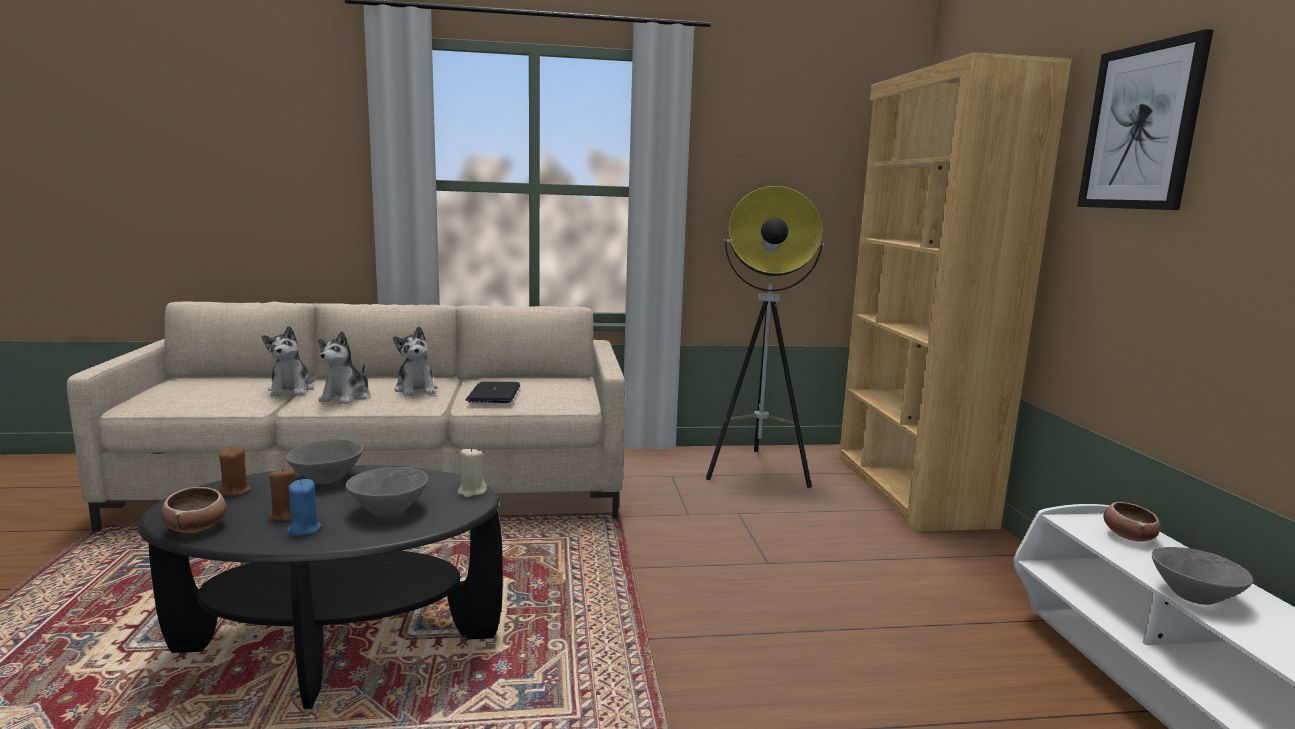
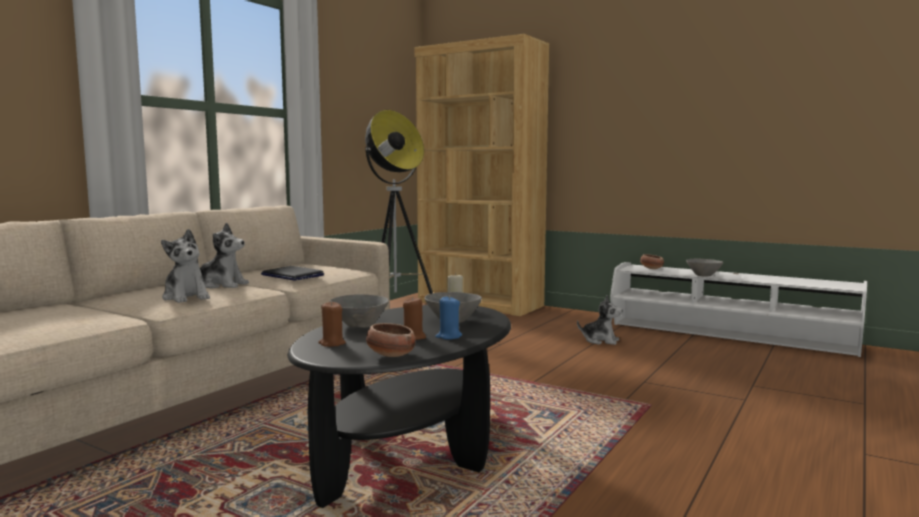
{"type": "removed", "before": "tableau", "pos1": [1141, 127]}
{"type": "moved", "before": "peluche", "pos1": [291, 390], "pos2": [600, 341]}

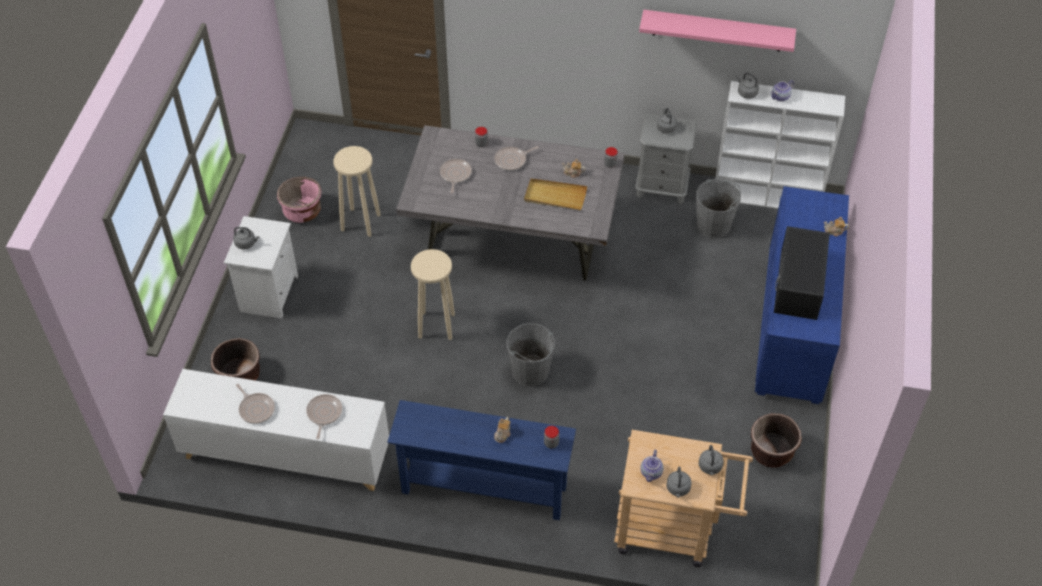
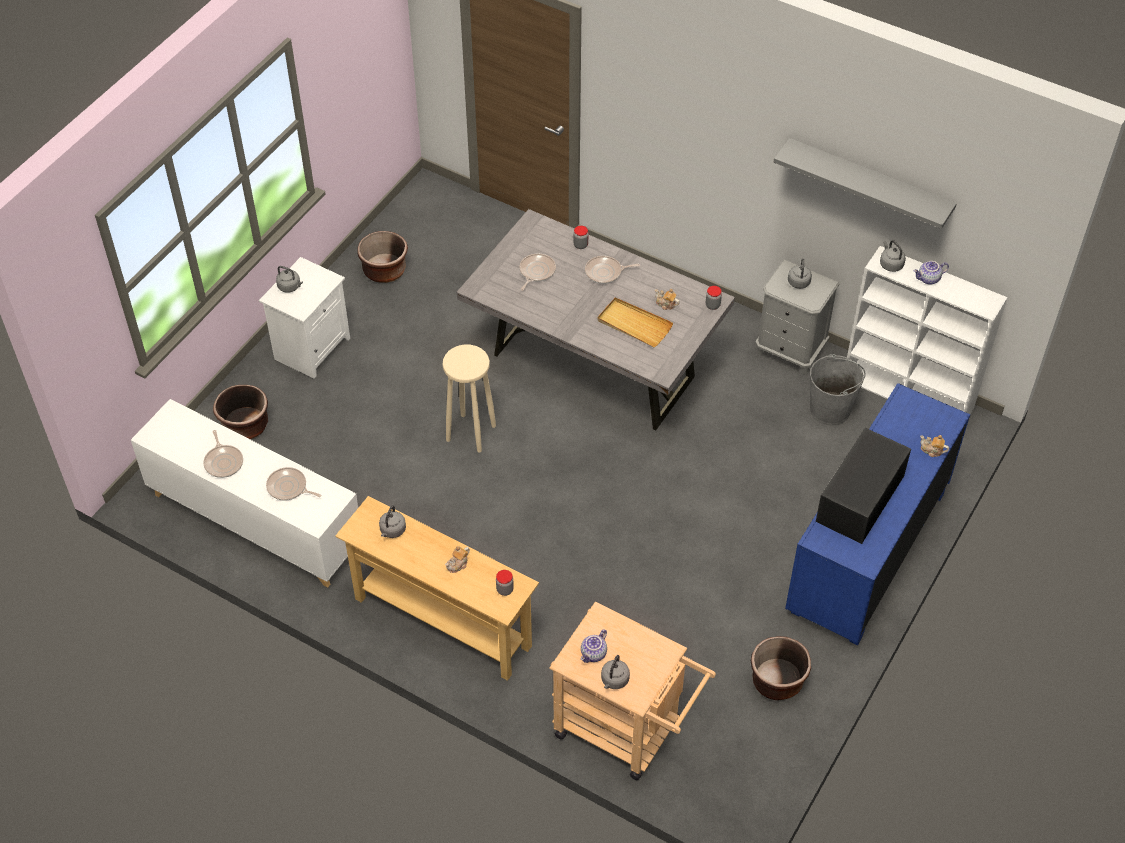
{"type": "removed", "before": "tabouret (beige)", "pos1": [361, 222]}
{"type": "removed", "before": "seau (gris)", "pos1": [530, 371]}
{"type": "moved", "before": "bouilloire (gris)", "pos1": [710, 467], "pos2": [392, 531]}
{"type": "recoloured", "before": "cache-pot (rose)", "after": "cache-pot (marron)", "pos1": [302, 211], "pos2": [384, 271]}
{"type": "recoloured", "before": "table console (bleu)", "after": "table console (beige)", "pos1": [484, 490], "pos2": [442, 623]}
{"type": "recoloured", "before": "étagère (rose)", "after": "étagère (gris)", "pos1": [717, 30], "pos2": [869, 183]}
{"type": "turned", "before": "poêle", "pos1": [324, 414], "pos2": [289, 487], "turn": -90}

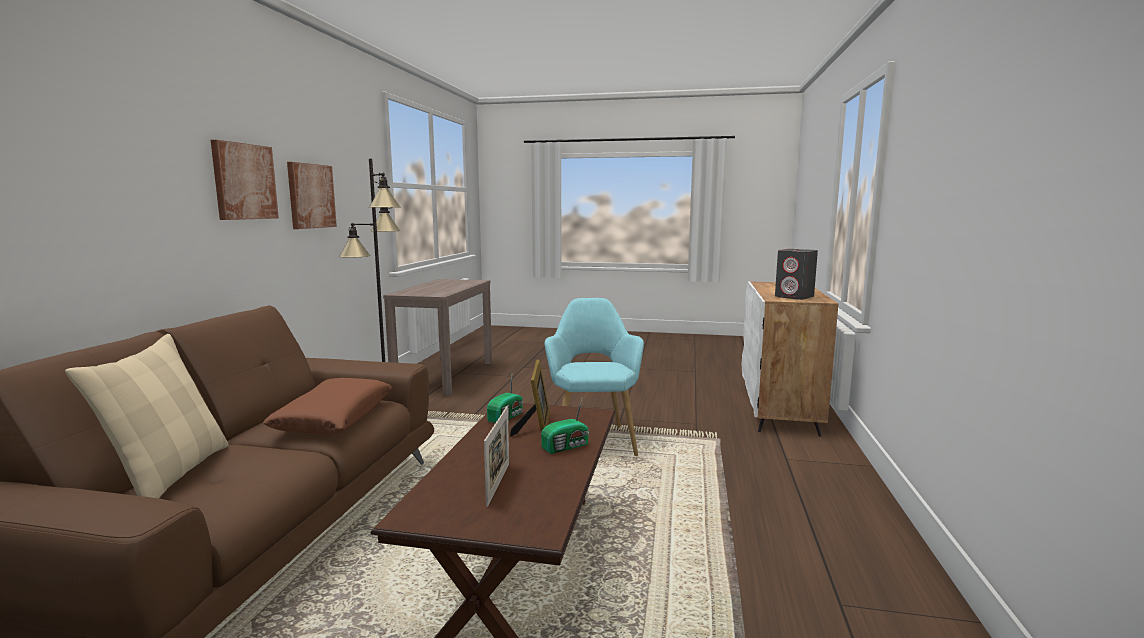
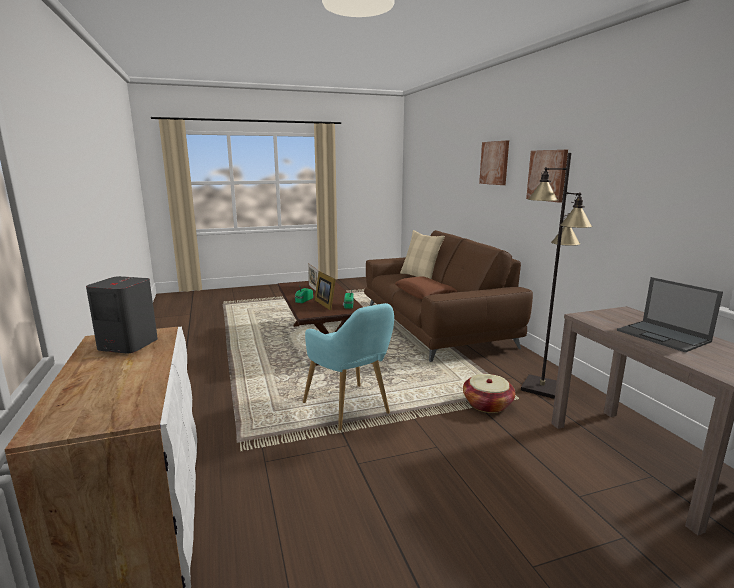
{"type": "added", "after": "panier", "pos2": [487, 404]}
{"type": "added", "after": "ordinateur portable", "pos2": [664, 336]}
{"type": "moved", "before": "tableau", "pos1": [310, 196], "pos2": [495, 163]}

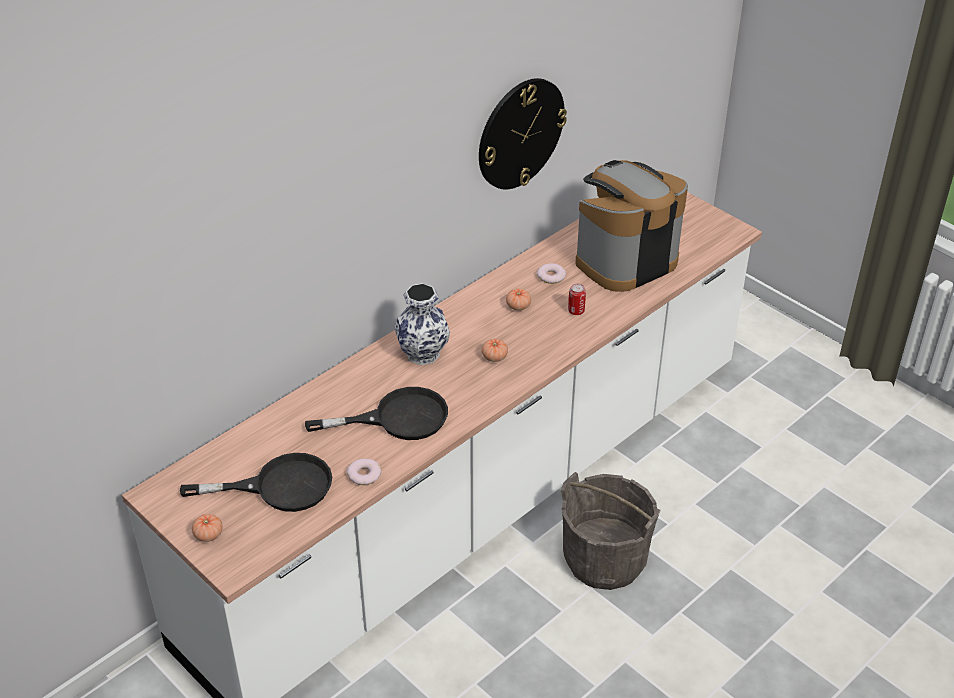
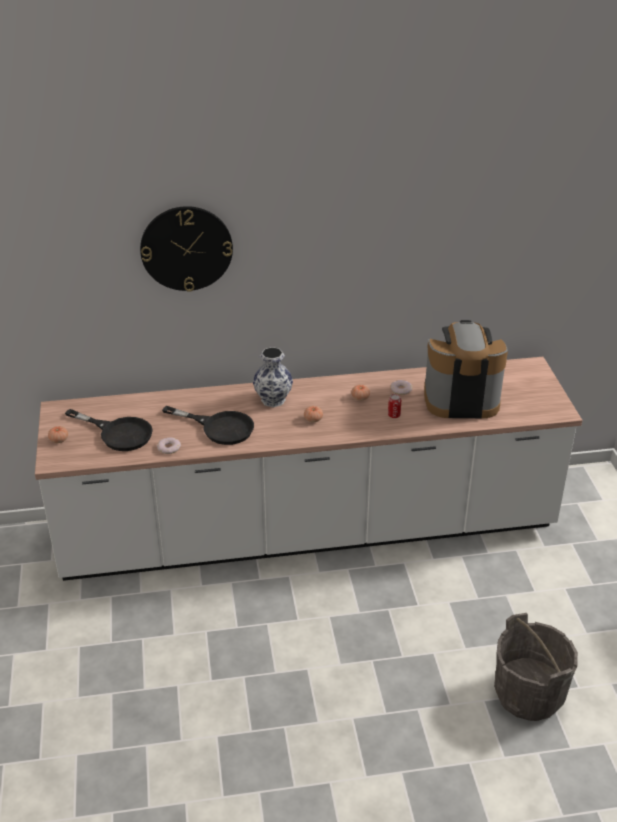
{"type": "moved", "before": "horloge murale", "pos1": [520, 133], "pos2": [186, 248]}
{"type": "moved", "before": "seau (gris)", "pos1": [605, 559], "pos2": [529, 694]}

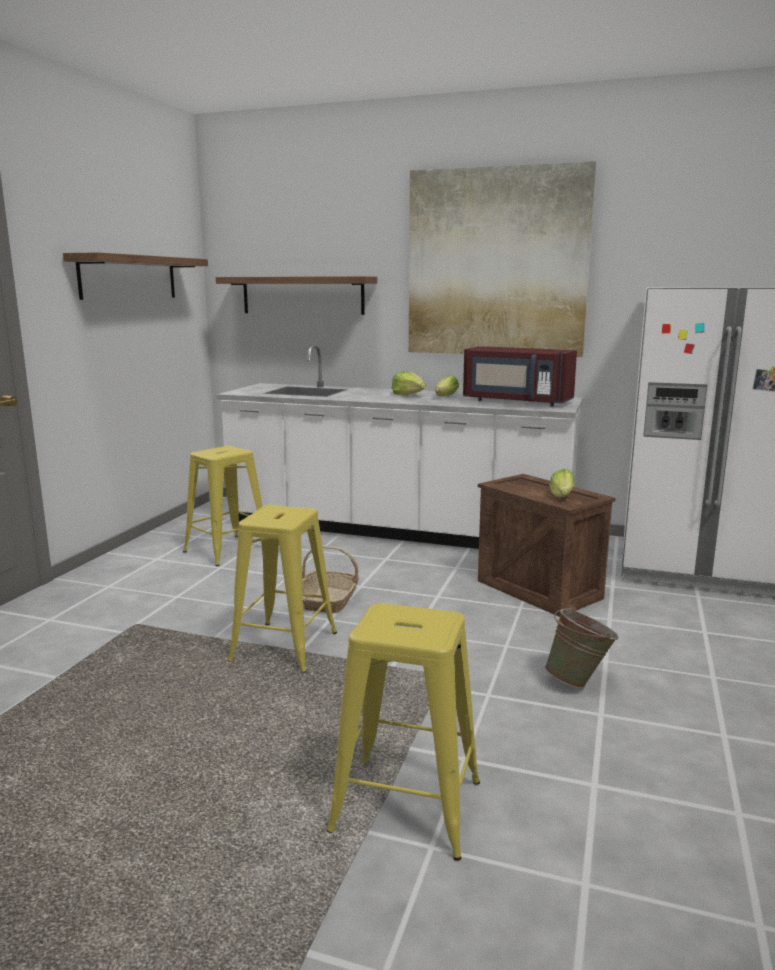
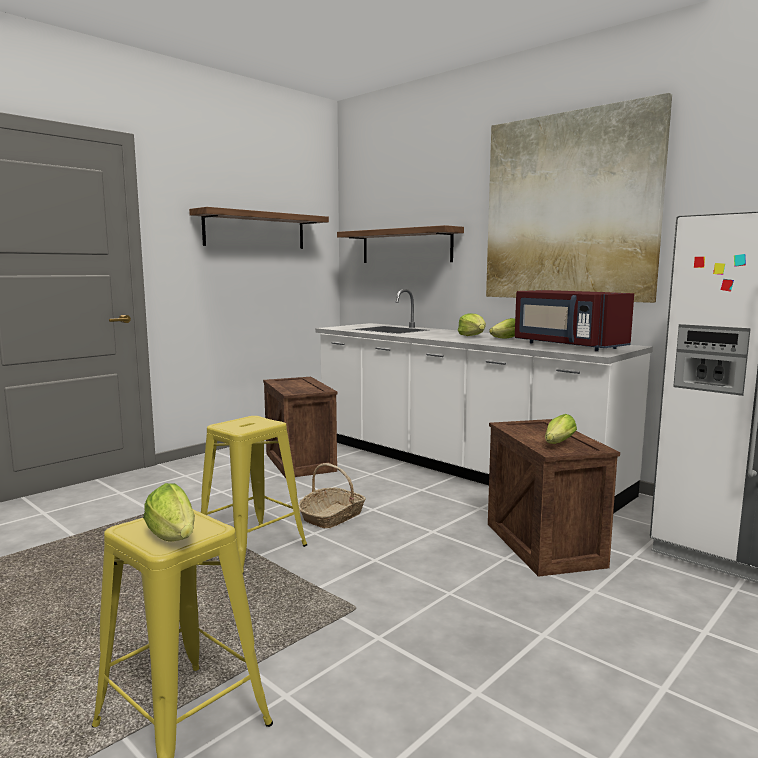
{"type": "removed", "before": "seau (vert)", "pos1": [579, 682]}
{"type": "added", "after": "laitue", "pos2": [174, 537]}
{"type": "replaced", "before": "tabouret (jaune)", "after": "caisse", "pos1": [227, 550], "pos2": [299, 462]}

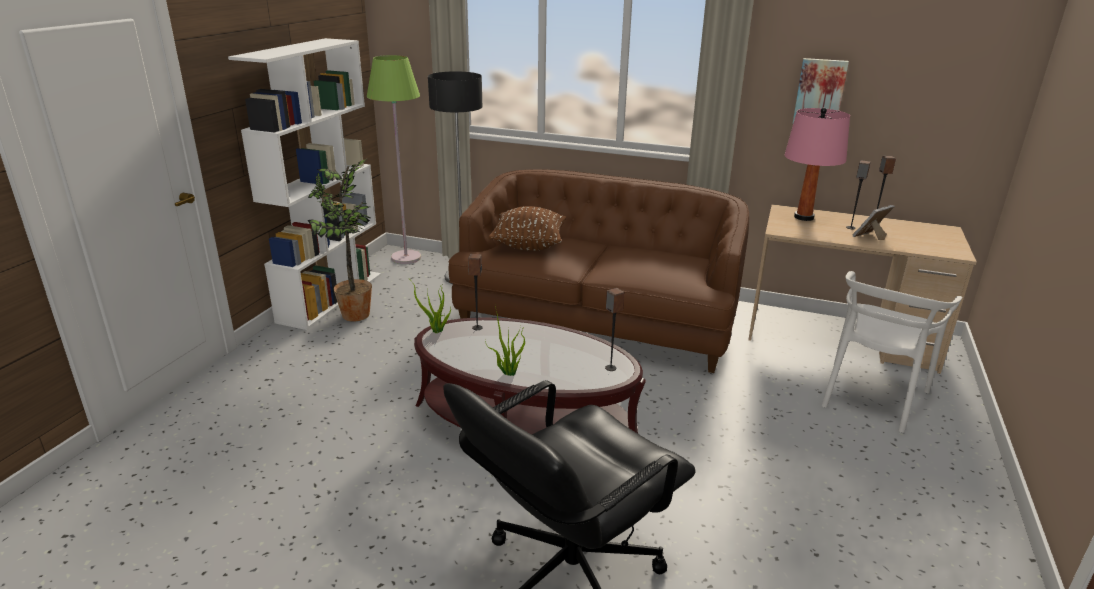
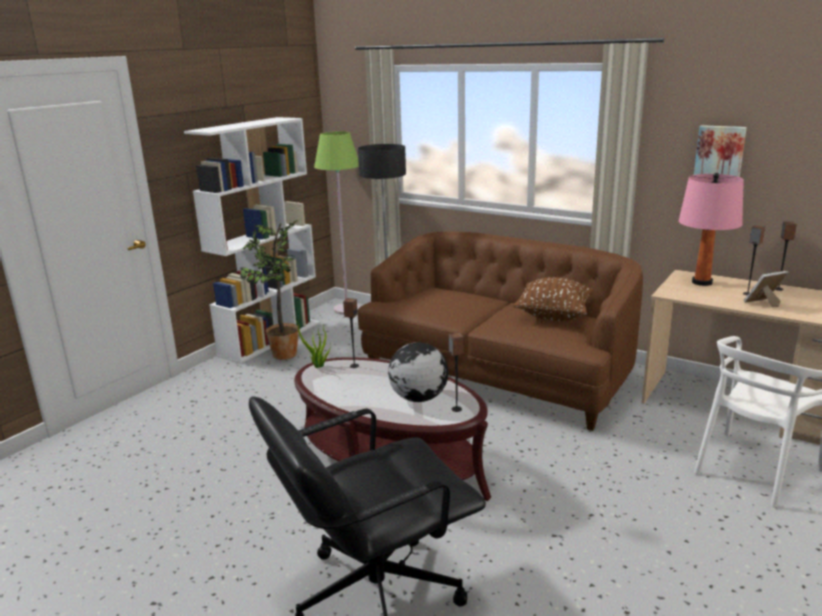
{"type": "removed", "before": "plante en pot", "pos1": [507, 373]}
{"type": "added", "after": "globe", "pos2": [418, 398]}
{"type": "moved", "before": "coussin (marron)", "pos1": [529, 245], "pos2": [553, 316]}

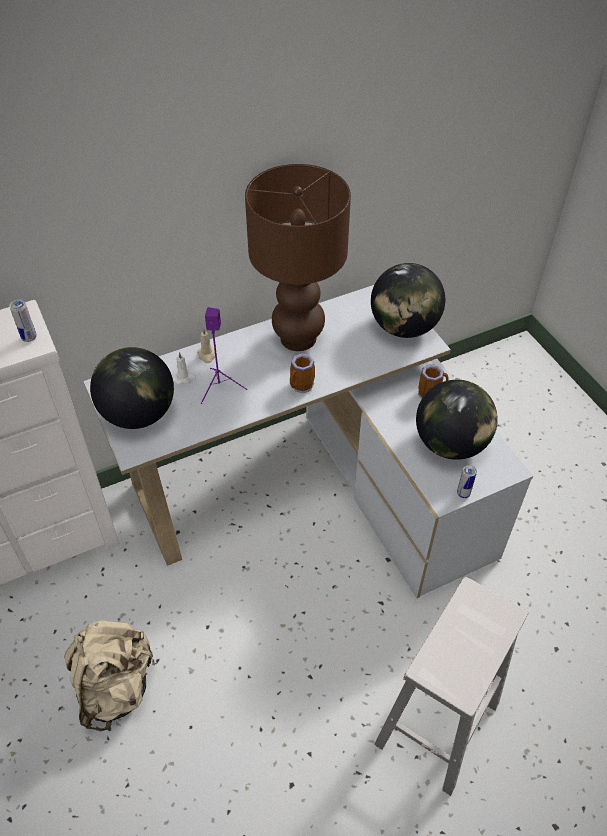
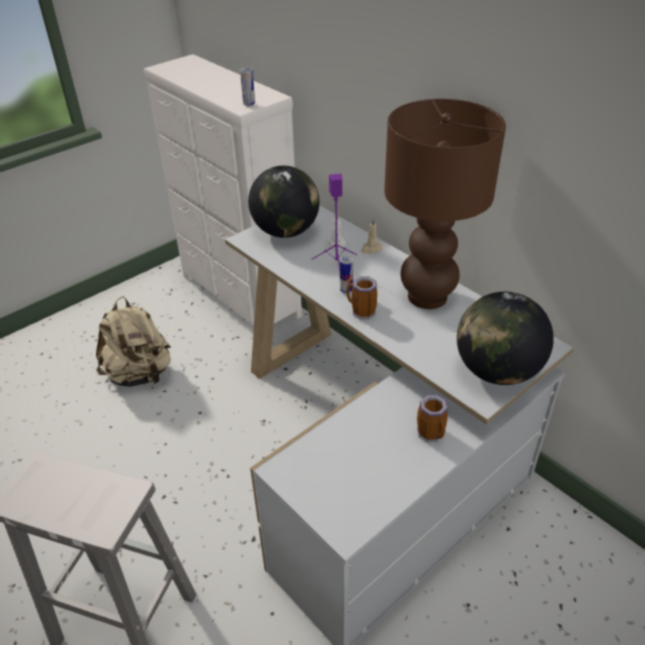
{"type": "removed", "before": "globe", "pos1": [450, 444]}
{"type": "moved", "before": "boîte métallique", "pos1": [463, 493], "pos2": [346, 290]}

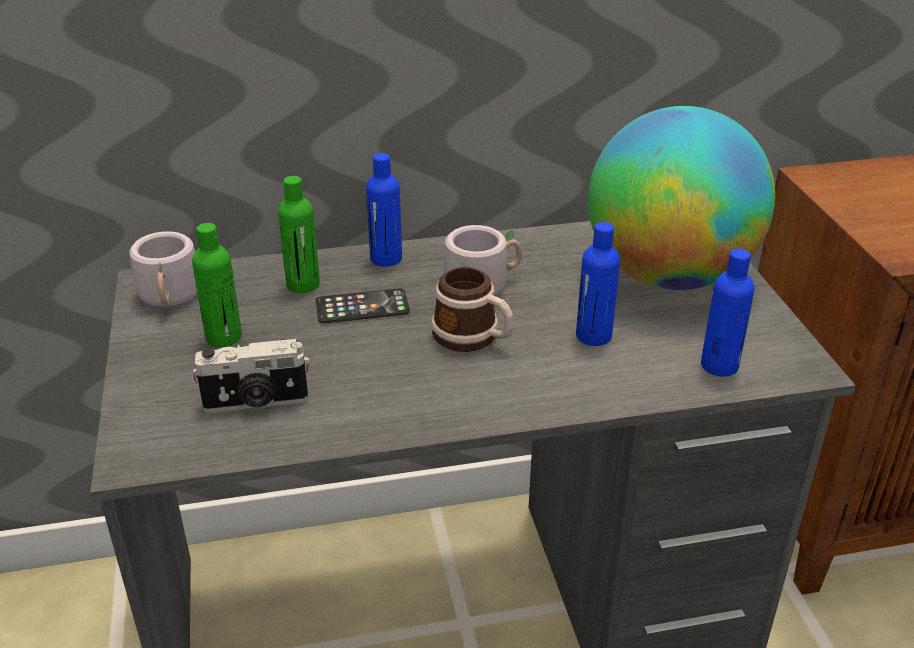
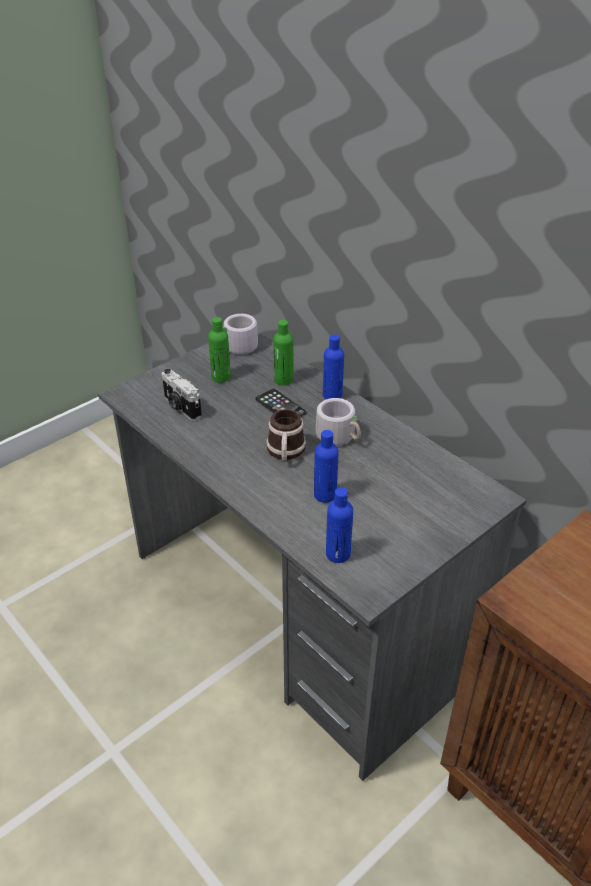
{"type": "removed", "before": "globe", "pos1": [668, 275]}

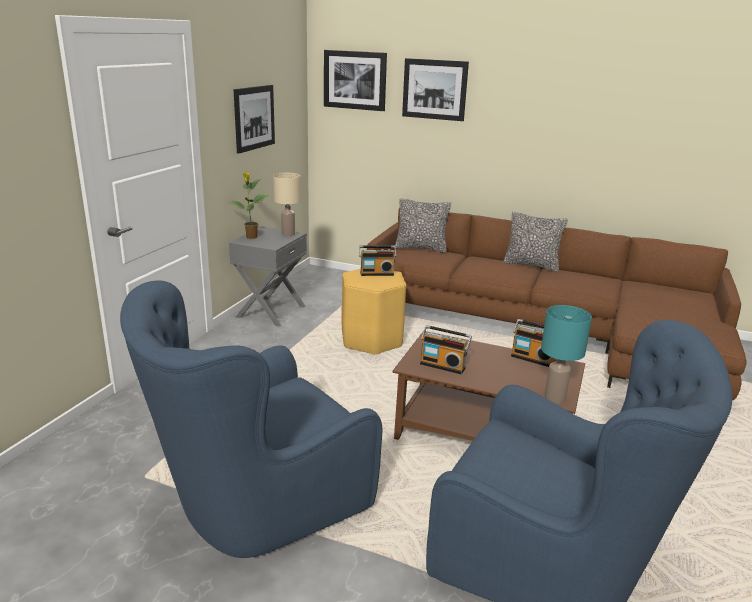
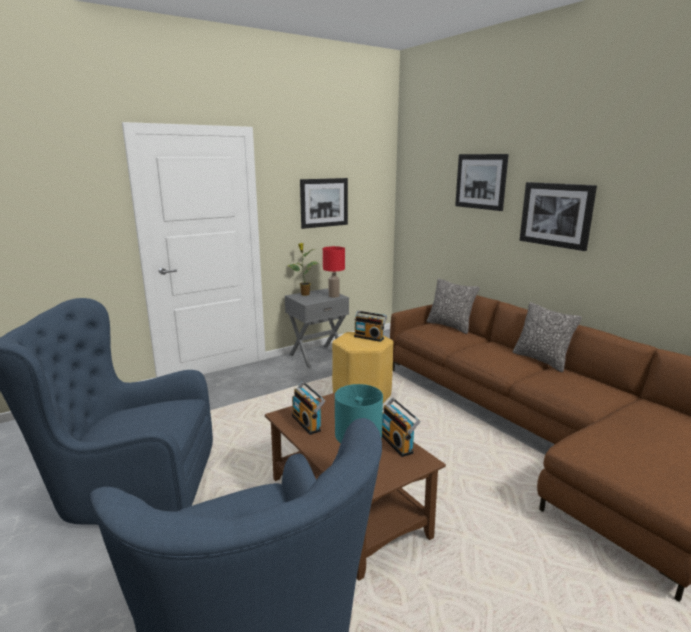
{"type": "moved", "before": "tableau", "pos1": [355, 80], "pos2": [556, 215]}
{"type": "recoloured", "before": "lampe de table (beige)", "after": "lampe de table (rouge)", "pos1": [287, 234], "pos2": [333, 296]}

